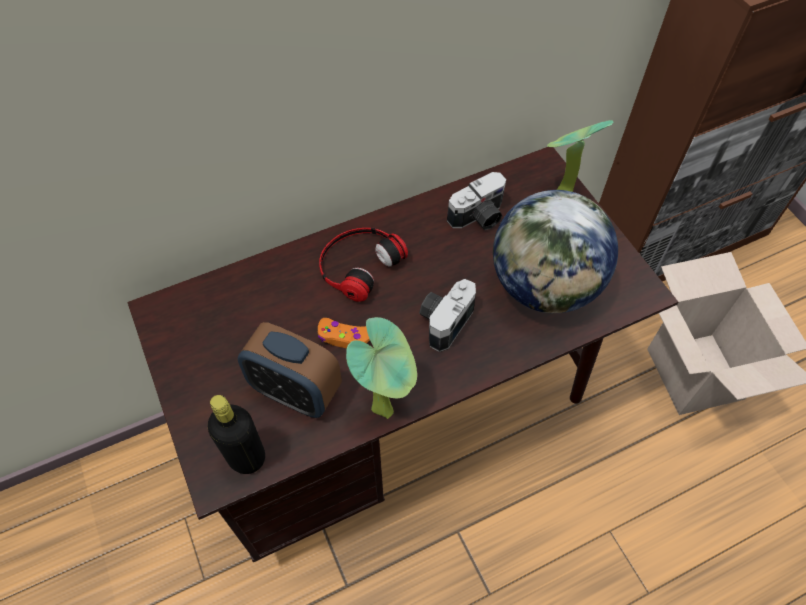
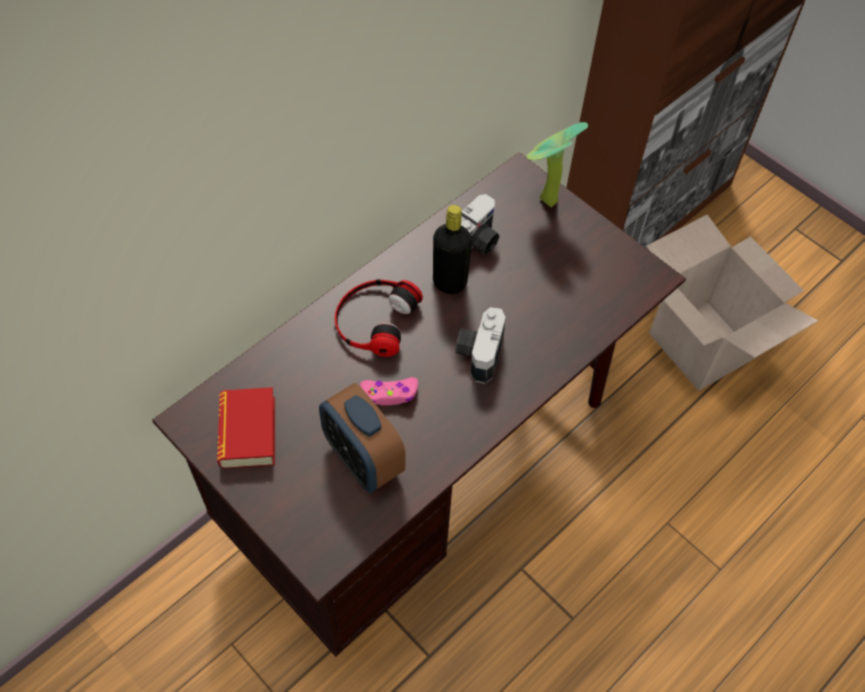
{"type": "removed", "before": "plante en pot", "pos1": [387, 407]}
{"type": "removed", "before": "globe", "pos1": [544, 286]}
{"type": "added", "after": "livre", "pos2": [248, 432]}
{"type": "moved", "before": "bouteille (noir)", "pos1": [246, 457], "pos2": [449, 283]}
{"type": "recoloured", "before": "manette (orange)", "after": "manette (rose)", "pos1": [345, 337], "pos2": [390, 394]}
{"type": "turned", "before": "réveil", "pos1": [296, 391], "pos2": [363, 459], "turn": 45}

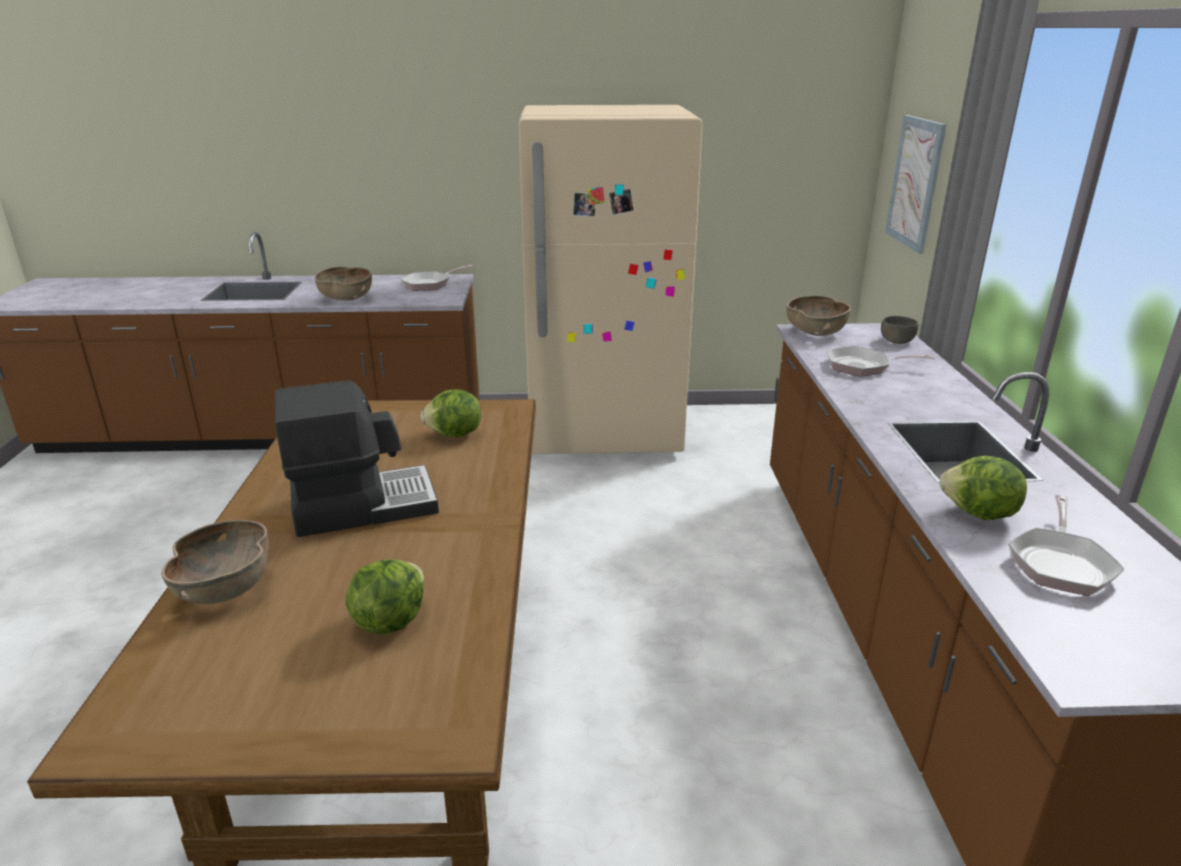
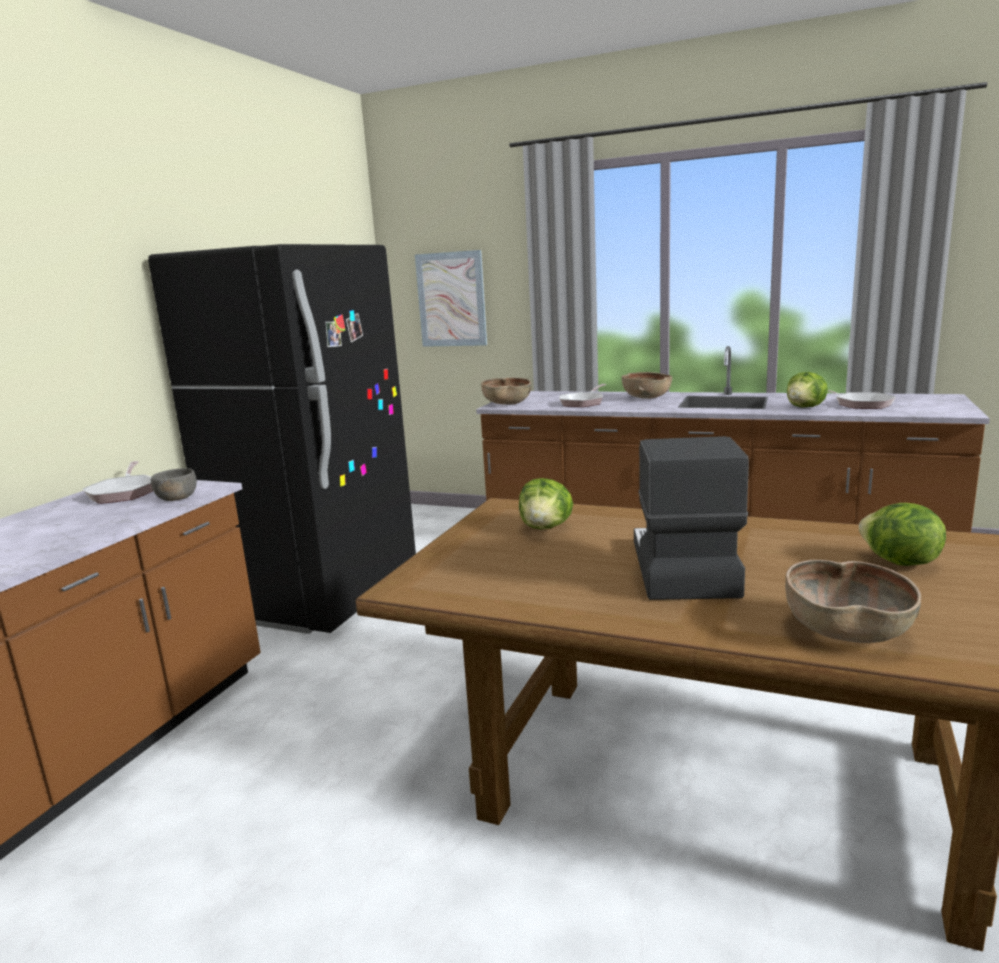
{"type": "moved", "before": "bol (marron)", "pos1": [346, 298], "pos2": [646, 398]}
{"type": "moved", "before": "bol (gris)", "pos1": [896, 341], "pos2": [177, 498]}
{"type": "recoloured", "before": "réfrigérateur (beige)", "after": "réfrigérateur (noir)", "pos1": [604, 432], "pos2": [323, 596]}

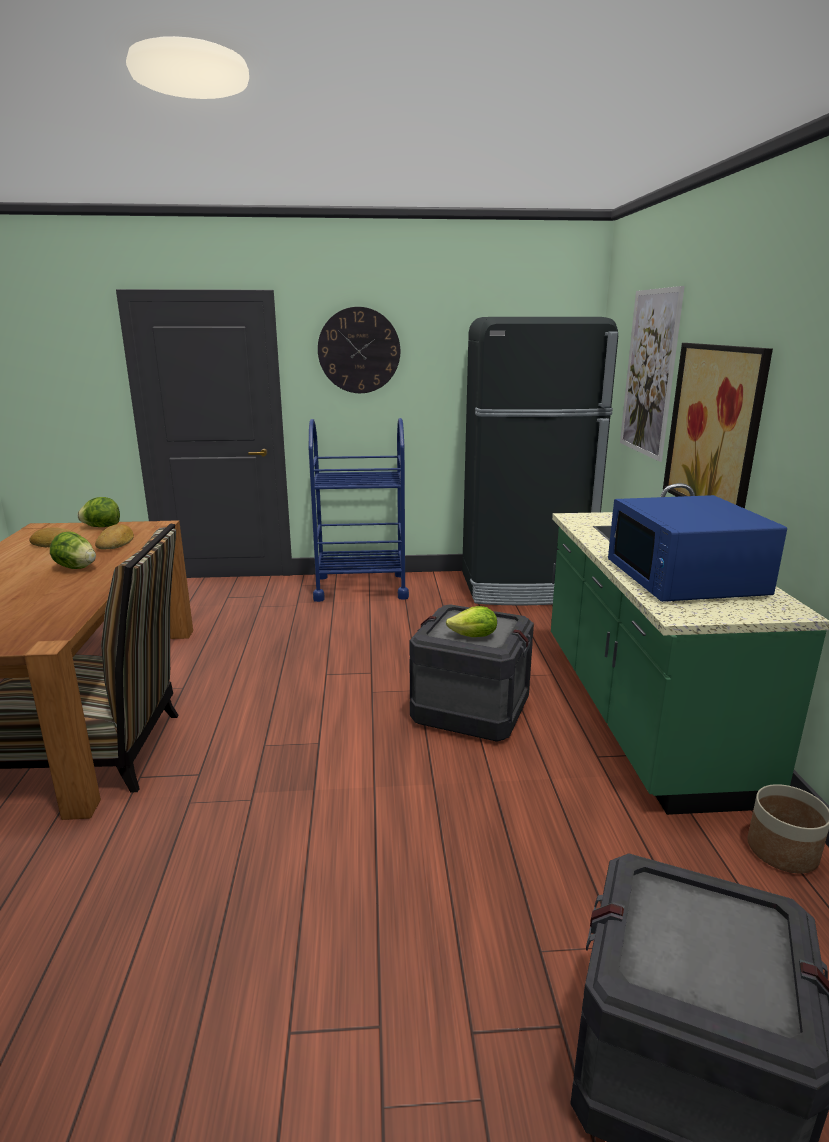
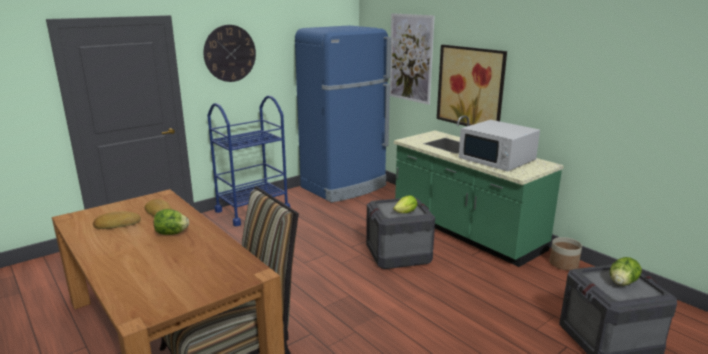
{"type": "moved", "before": "laitue", "pos1": [102, 527], "pos2": [622, 283]}
{"type": "recoloured", "before": "réfrigérateur (noir)", "after": "réfrigérateur (bleu)", "pos1": [525, 587], "pos2": [344, 187]}
{"type": "recoloured", "before": "micro-ondes (bleu)", "after": "micro-ondes (blanc)", "pos1": [684, 579], "pos2": [497, 160]}

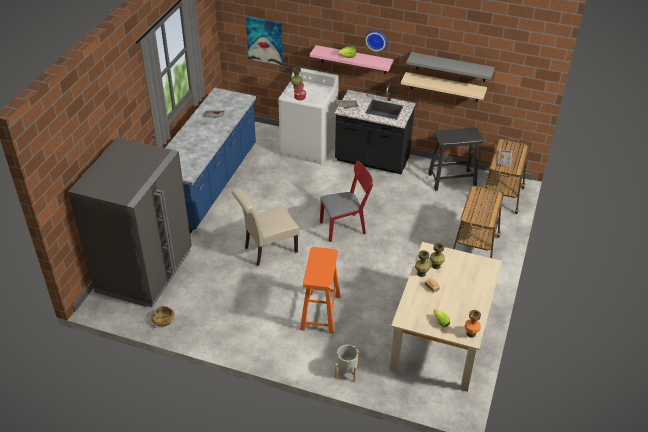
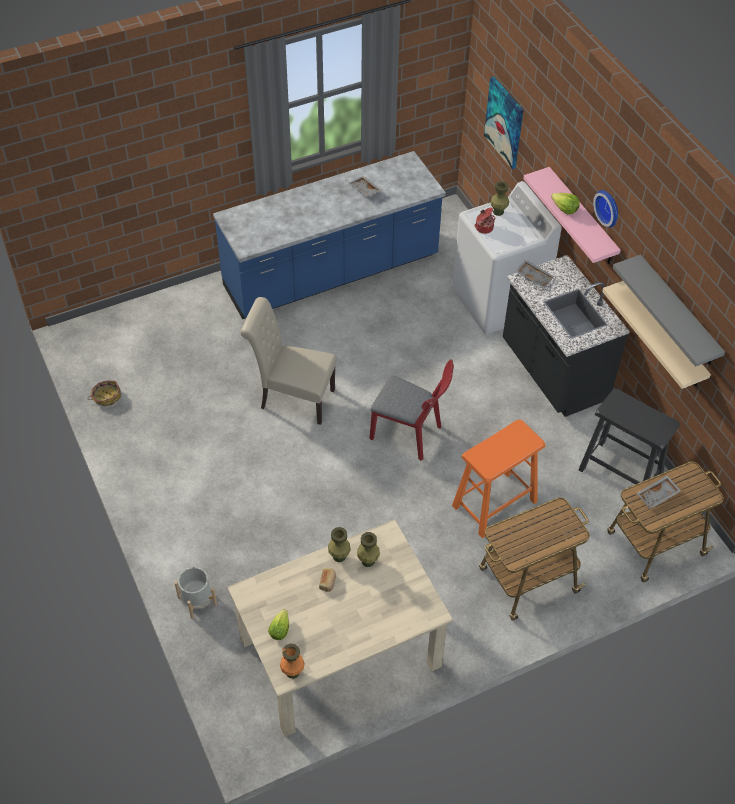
{"type": "removed", "before": "réfrigérateur (gris)", "pos1": [145, 271]}
{"type": "moved", "before": "tabouret (orange)", "pos1": [320, 313], "pos2": [494, 504]}

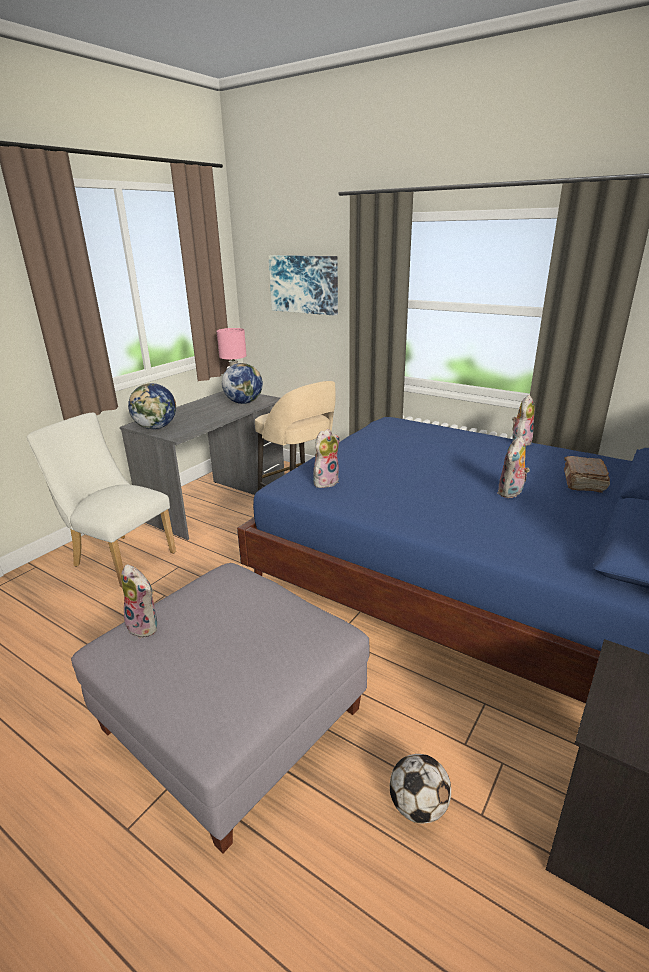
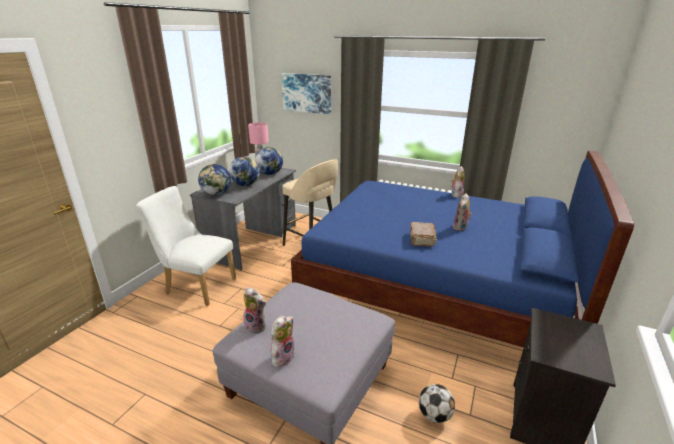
{"type": "added", "after": "globe", "pos2": [246, 185]}
{"type": "moved", "before": "peluche", "pos1": [325, 481], "pos2": [282, 356]}
{"type": "moved", "before": "livre (marron)", "pos1": [583, 482], "pos2": [421, 239]}

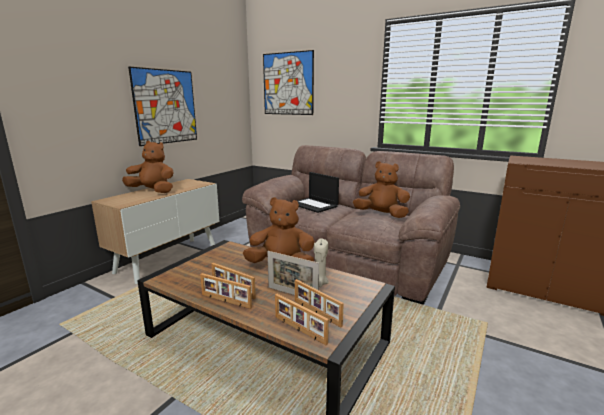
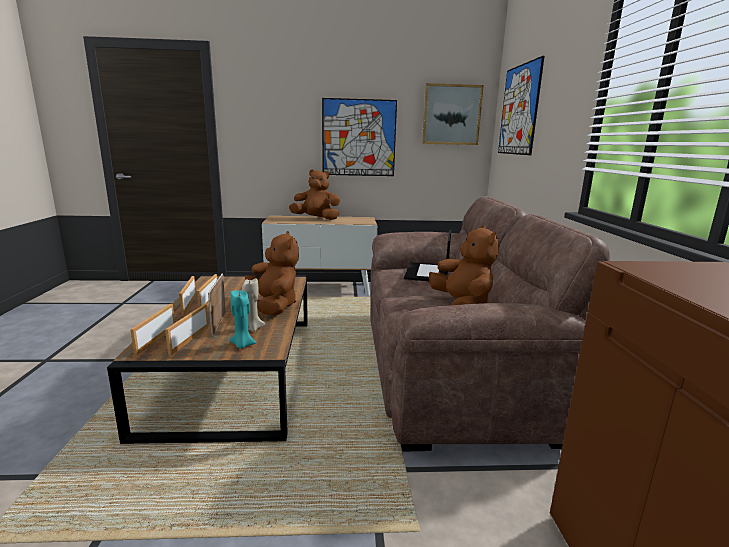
{"type": "added", "after": "bougie (turquoise)", "pos2": [242, 345]}
{"type": "added", "after": "tableau", "pos2": [451, 115]}
{"type": "turned", "before": "peluche (marron)", "pos1": [153, 191], "pos2": [316, 219], "turn": -60}

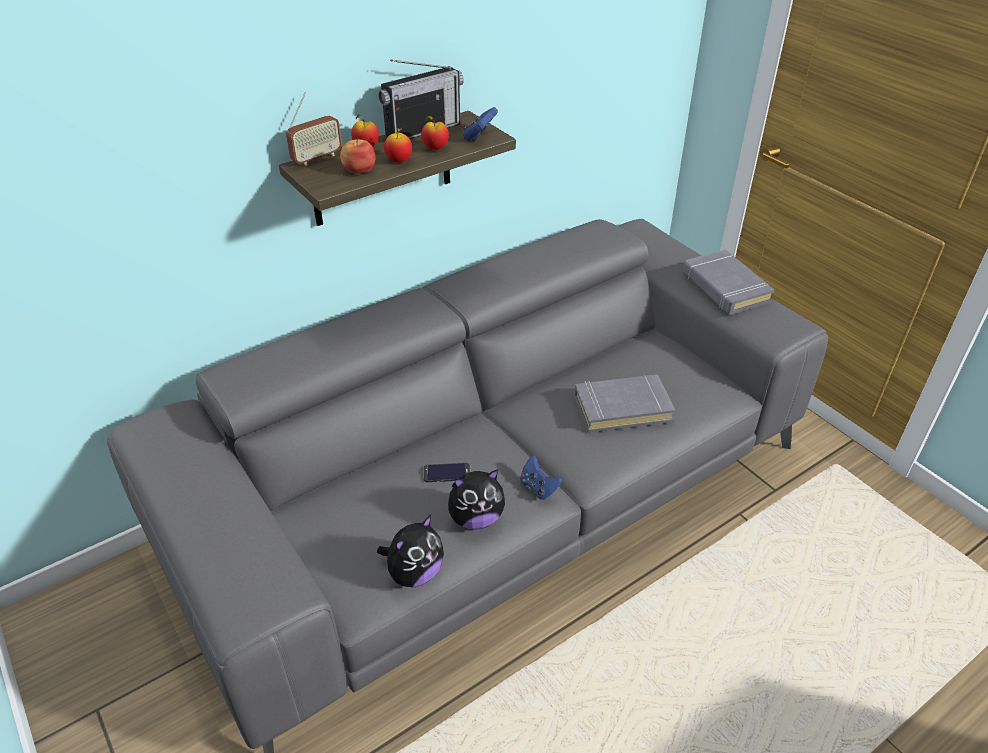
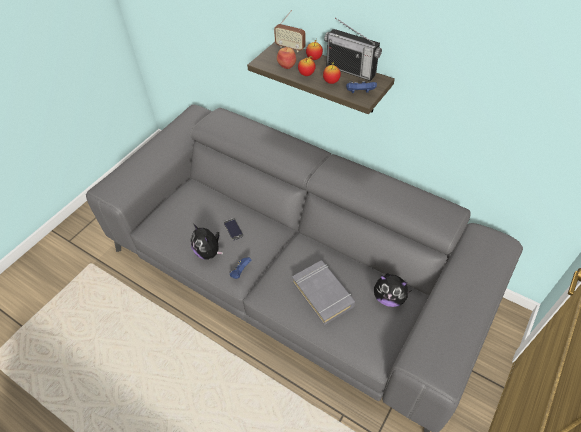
{"type": "removed", "before": "livre (gris)", "pos1": [725, 287]}
{"type": "moved", "before": "peluche", "pos1": [414, 573], "pos2": [389, 298]}

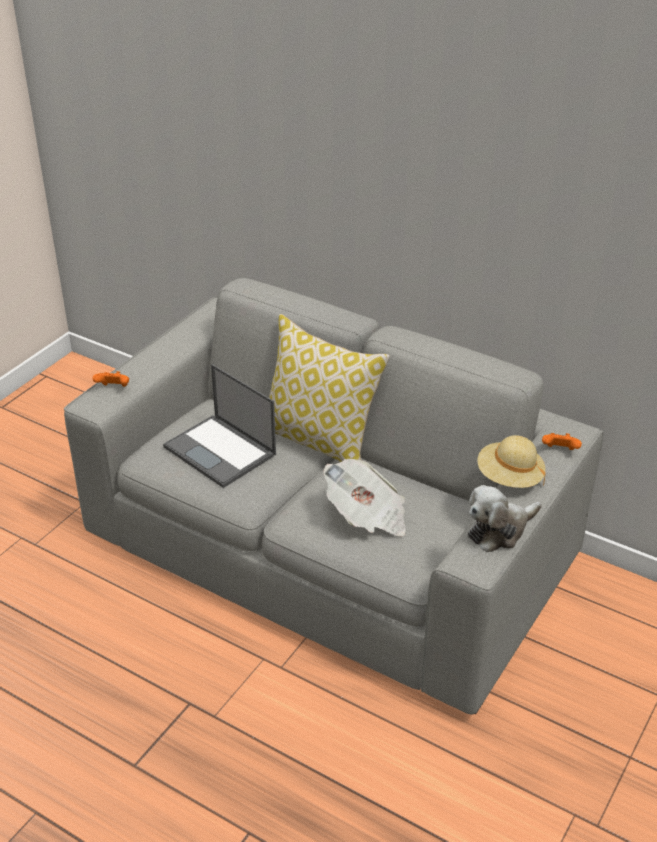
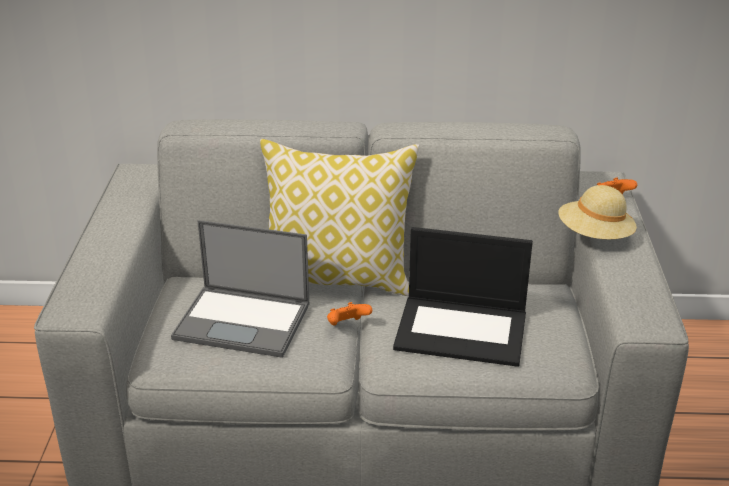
{"type": "removed", "before": "peluche", "pos1": [499, 530]}
{"type": "moved", "before": "manette (orange)", "pos1": [114, 388], "pos2": [347, 325]}
{"type": "replaced", "before": "journal", "after": "ordinateur portable", "pos1": [367, 516], "pos2": [463, 330]}

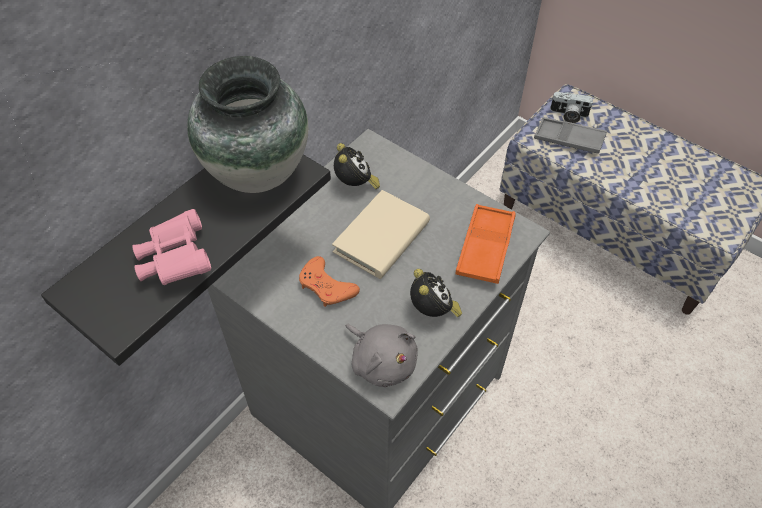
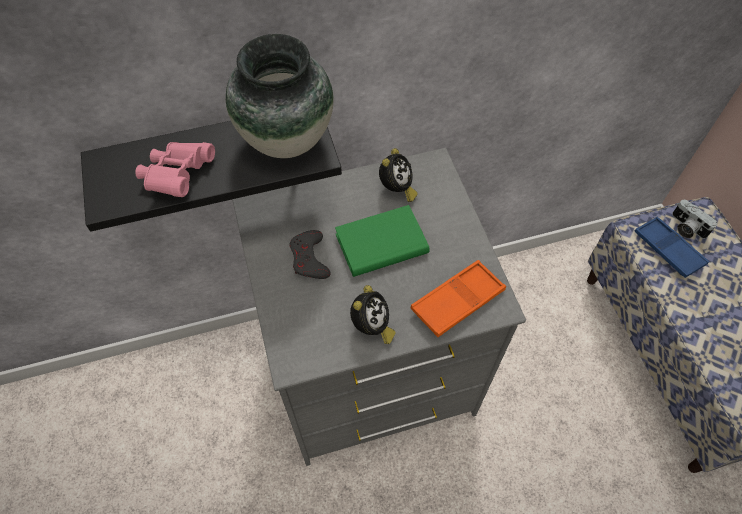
{"type": "removed", "before": "peluche (gris)", "pos1": [382, 361]}
{"type": "recoloured", "before": "manette (orange)", "after": "manette (gris)", "pos1": [327, 286], "pos2": [309, 258]}
{"type": "recoloured", "before": "livre (beige)", "after": "livre (vert)", "pos1": [381, 237], "pos2": [381, 244]}
{"type": "recoloured", "before": "plateau (gris)", "after": "plateau (bleu)", "pos1": [569, 139], "pos2": [668, 249]}

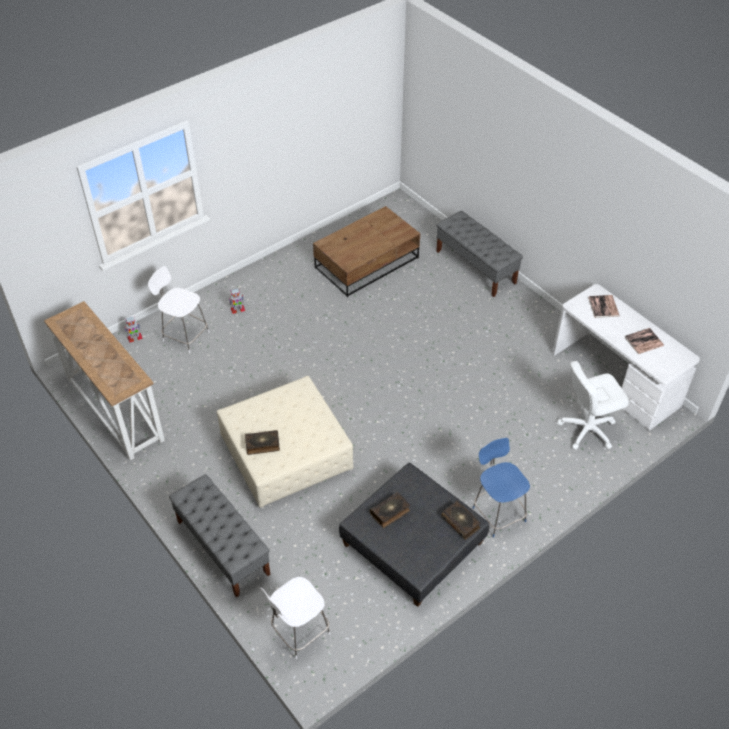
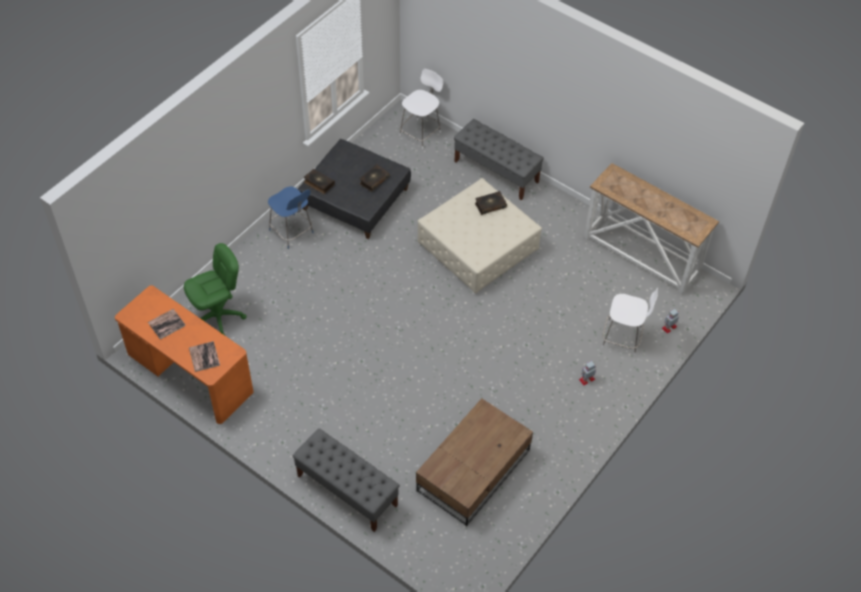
{"type": "recoloured", "before": "bureau (blanc)", "after": "bureau (orange)", "pos1": [615, 379], "pos2": [189, 374]}
{"type": "recoloured", "before": "chaise de bureau (blanc)", "after": "chaise de bureau (vert)", "pos1": [587, 429], "pos2": [218, 316]}

